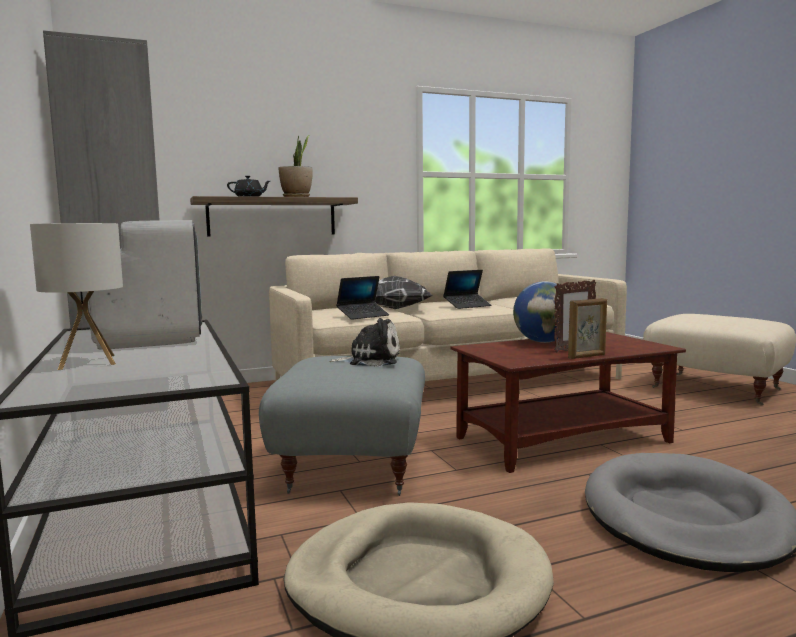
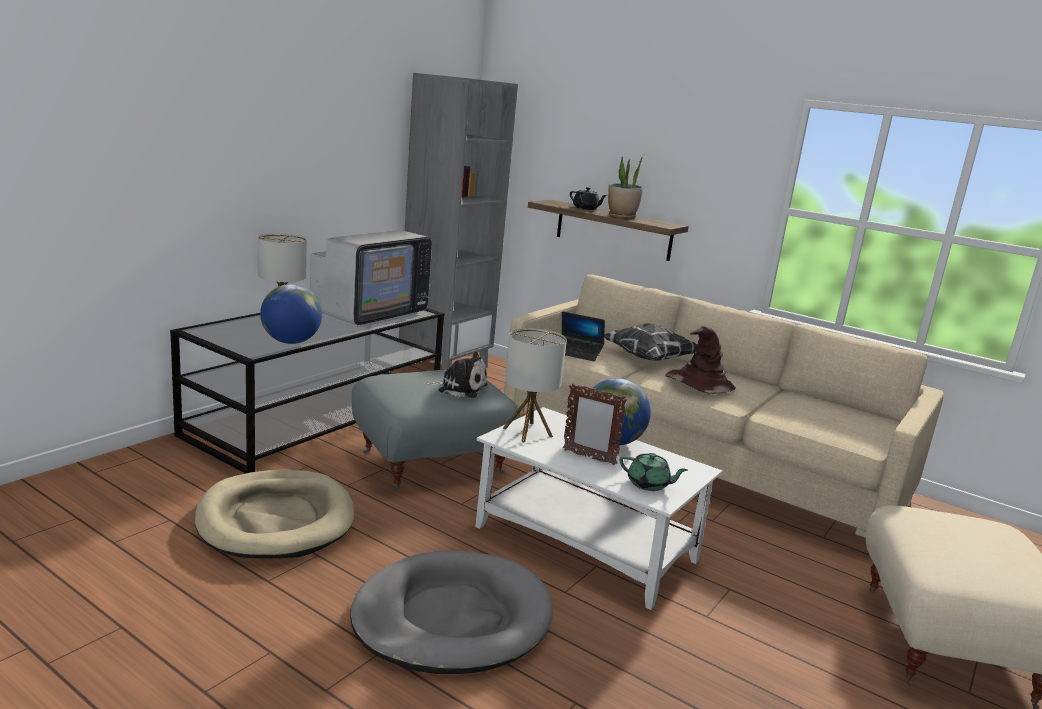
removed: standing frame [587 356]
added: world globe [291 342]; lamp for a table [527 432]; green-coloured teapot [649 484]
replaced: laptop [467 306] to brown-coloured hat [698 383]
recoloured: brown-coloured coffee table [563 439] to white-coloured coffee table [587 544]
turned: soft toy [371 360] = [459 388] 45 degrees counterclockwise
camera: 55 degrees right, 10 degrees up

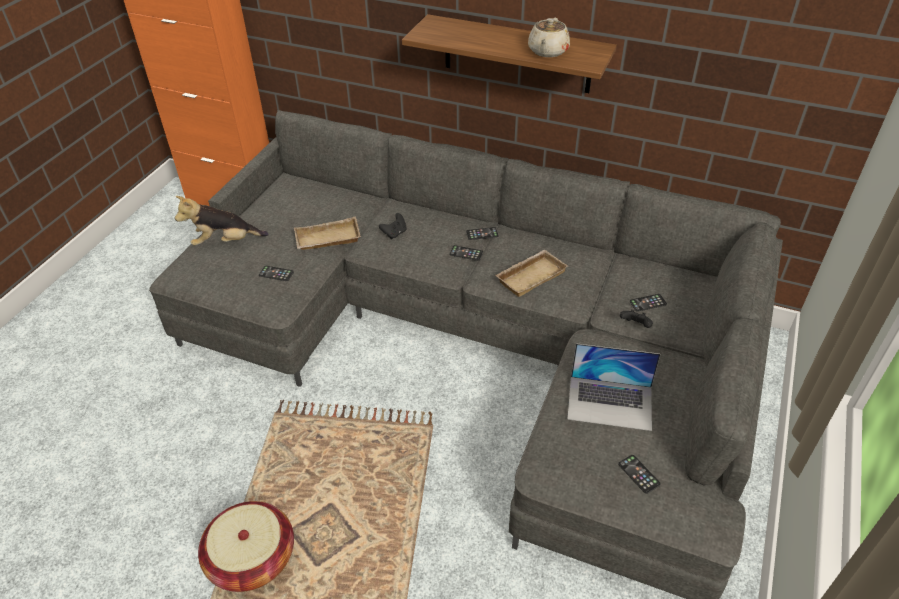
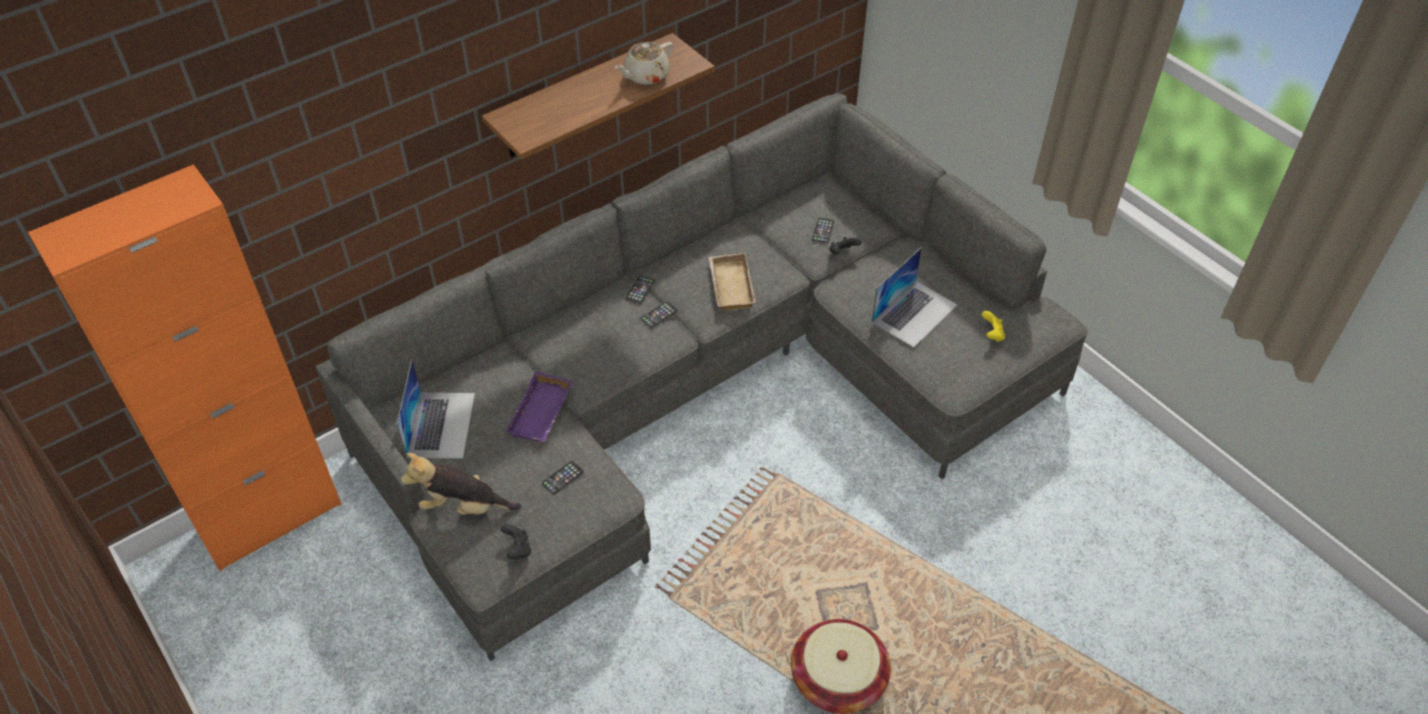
added: laptop [441 424]
moved: blackish gamepad [394 233] to [518 549]
replaced: telephone [639 474] to yellowish gamepad [992 334]
recoloured: beige-coloured tray [327 240] to purple tray [542 414]
turned: beige-coloured teapot [547 51] = [645 76] 90 degrees clockwise; soft toy [225 242] = [464 506] 75 degrees clockwise
camera: 60 degrees left, 5 degrees up

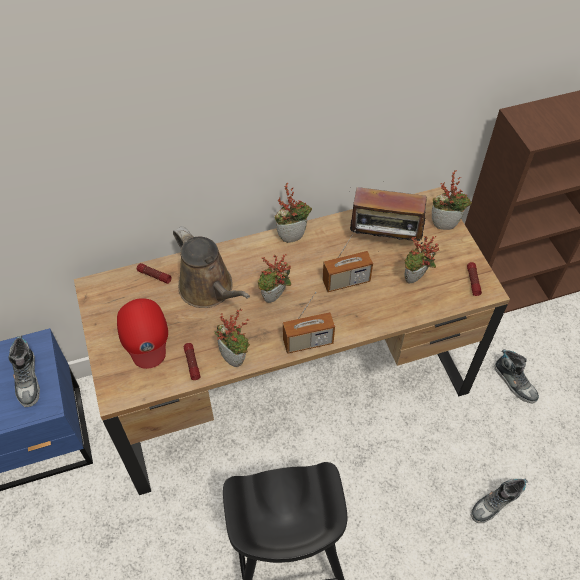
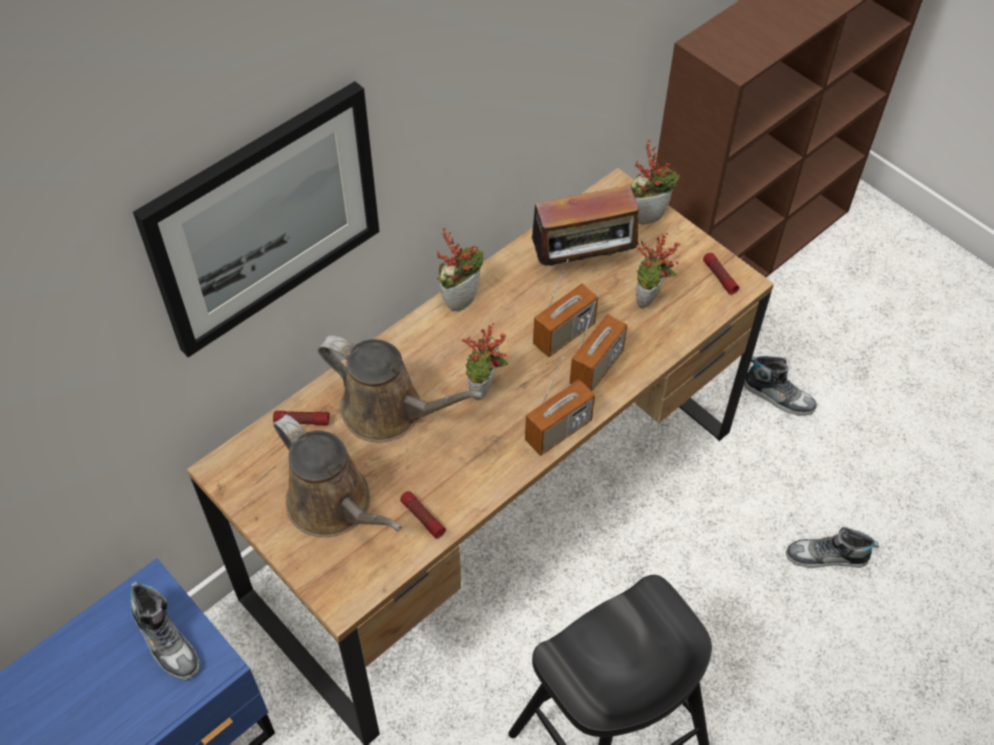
removed: houseplant [235 358]
added: wall picture [265 219]; radio [596 368]
replaced: reddish baseball cap [144 335] to brown-coloured watering pot [334 506]
turned: item of footwear [495 504] = [826 557] 60 degrees clockwise
camera: 25 degrees left, 0 degrees up

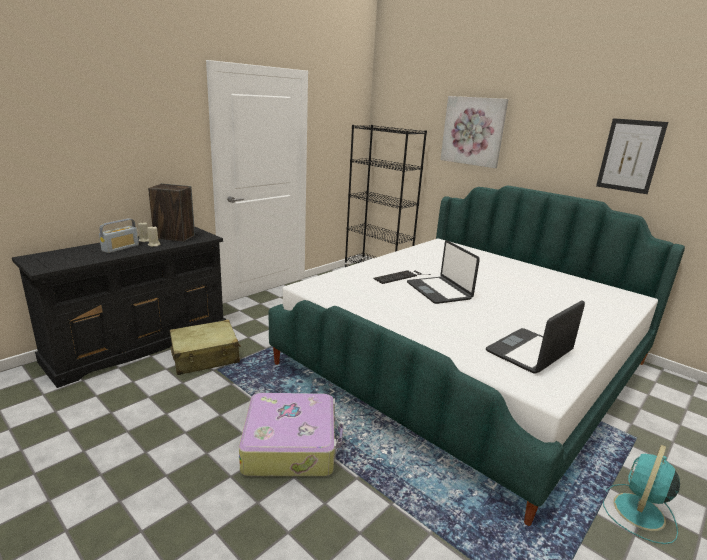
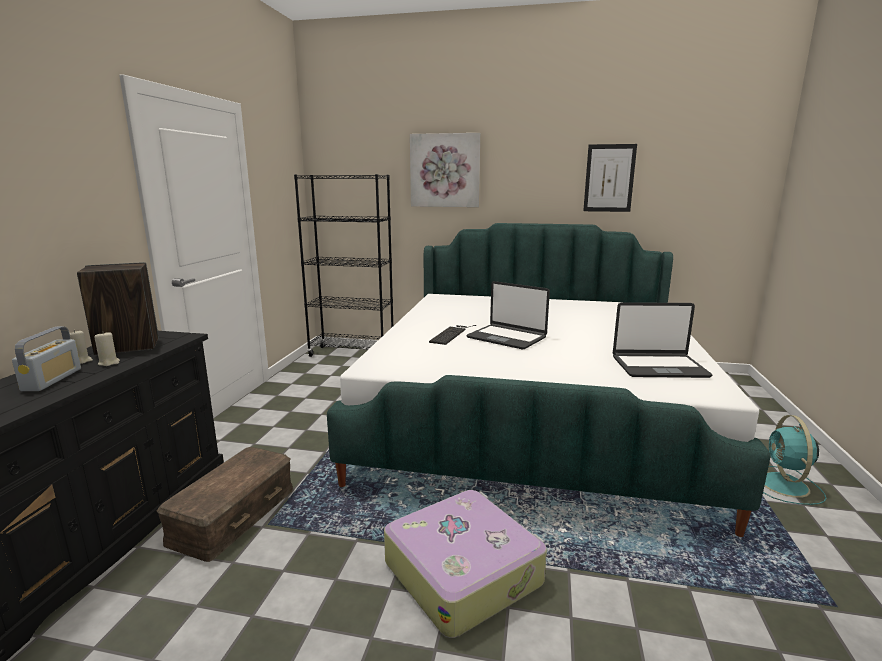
replaced: beige-coloured suitcase [205 357] to brown-coloured storage bin [232 514]
turned: laptop [530 352] = [658 367] 105 degrees counterclockwise
camera: 30 degrees left, 5 degrees down

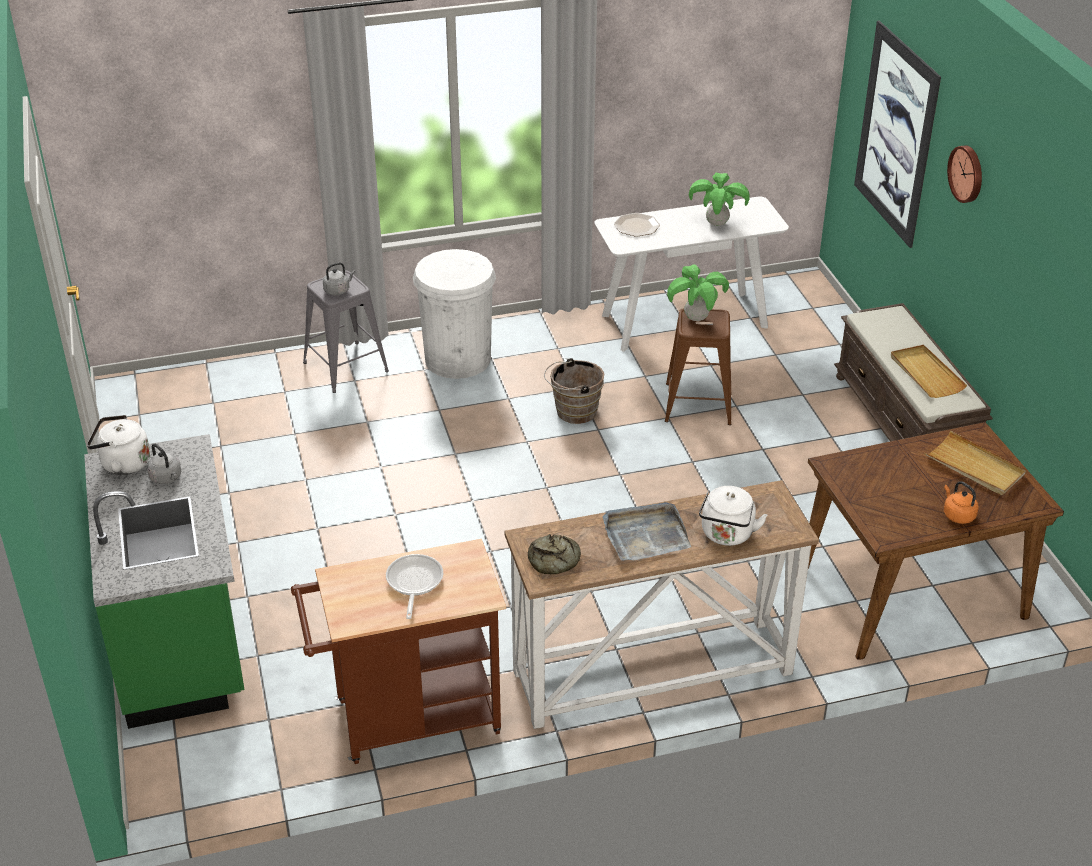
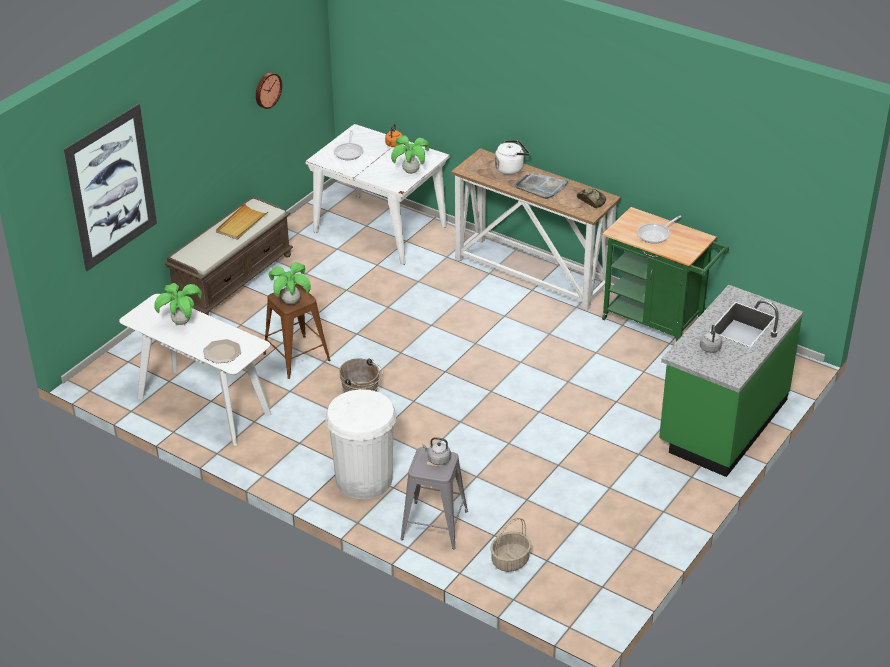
removed: white-coloured tea kettle [122 464]
added: houseplant [411 172]; household basket [510 560]
moved: hanging clock [967 173] to [267 90]
replaced: beige-coloured tray [974 467] to skillet [349 152]
recoloured: brown-coloured dinner table [910 593] to white-coloured dinner table [381 229]; brown-coloured cart [407 721] to green-coloured cart [658 323]
camera: 130 degrees left, 0 degrees up

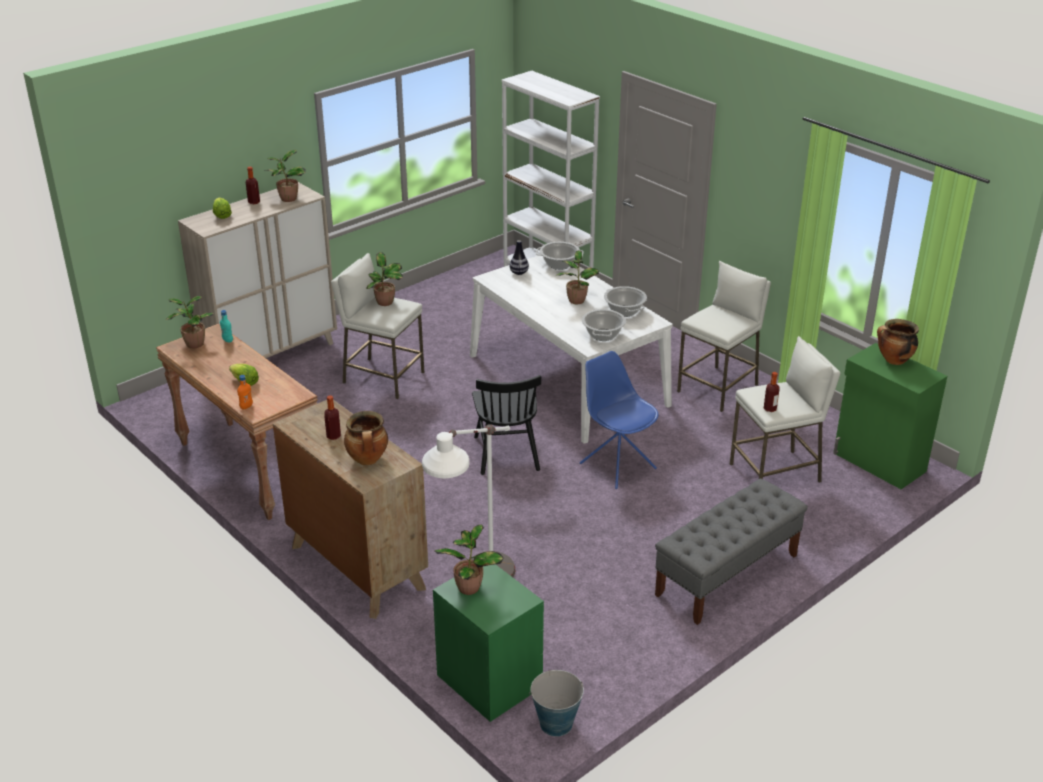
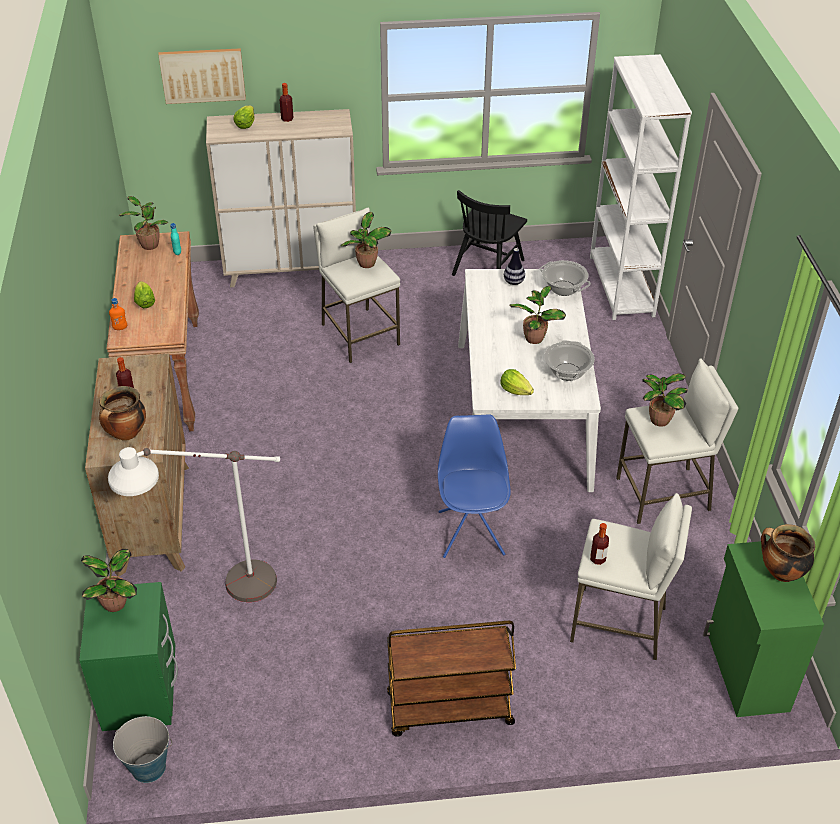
added: wall picture [202 75]
moved: houseplant [287 199] to [658 420]; blackish plain chair [506 453] to [488 267]
replaced: saucepot [603 335] to lettuce head [515 390]; gray bench [726 575] to brown-coloured cart [449 710]
camera: 35 degrees right, 10 degrees up

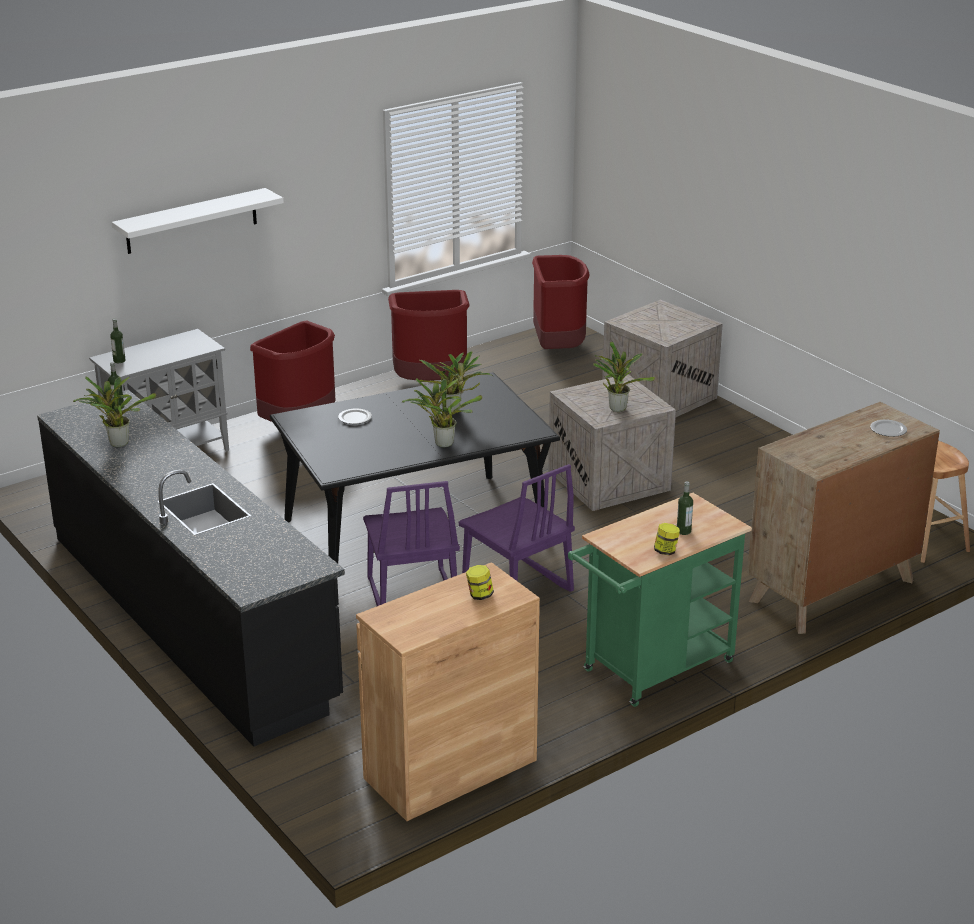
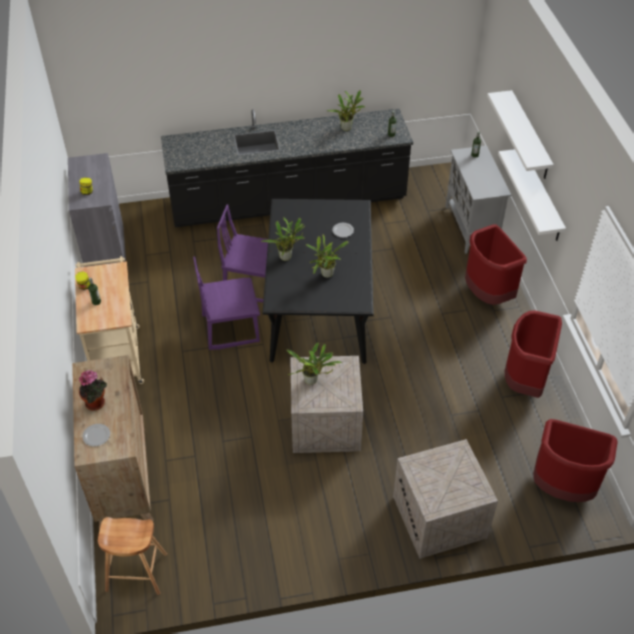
added: white-coloured bracket shelf [541 196]; houseplant [97 403]
recoloured: green-coloured cart [651 670] to beige-coloured cart [117 353]; brown-coloured cabinet [450 769] to gray cabinet [106 253]
camera: 115 degrees right, 20 degrees up

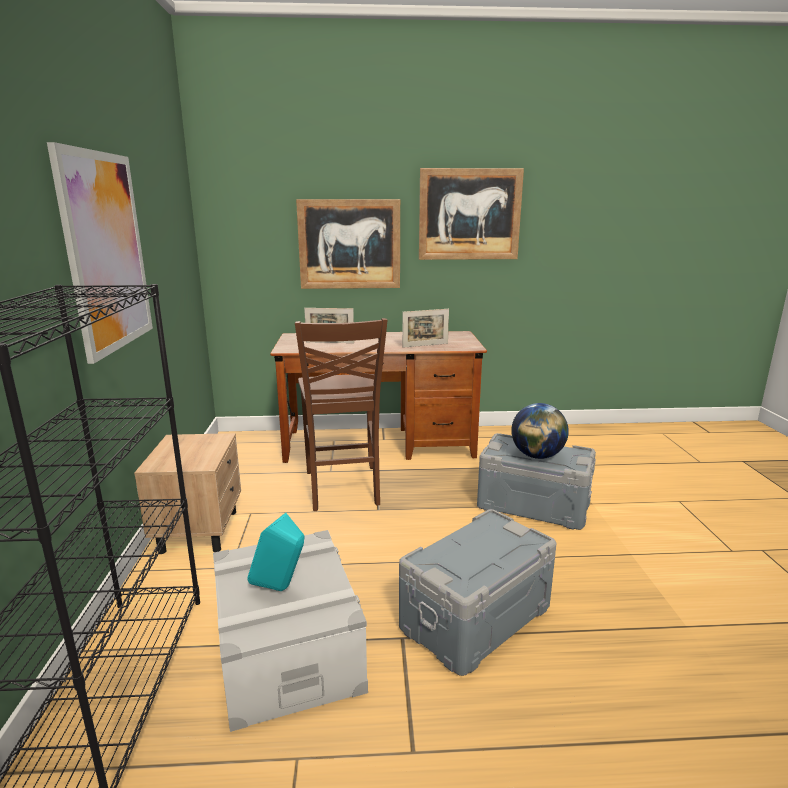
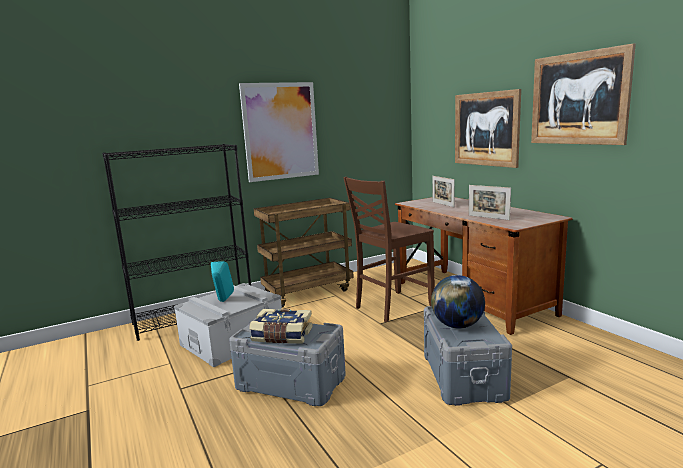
added: book [282 336]
replaced: beige-coloured night table [200 530] to brown-coloured cart [308 291]
camera: 65 degrees right, 5 degrees down

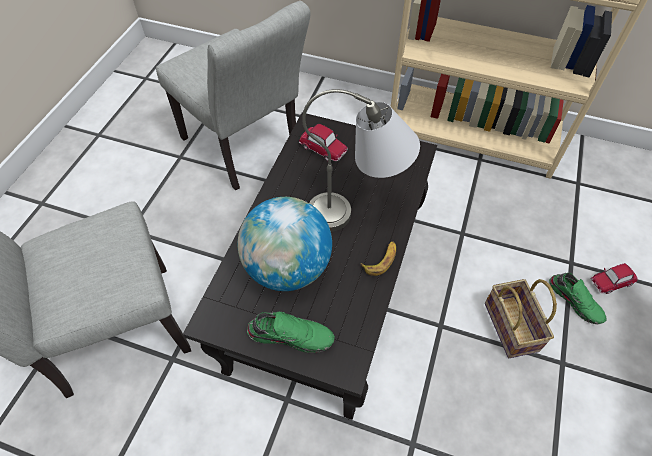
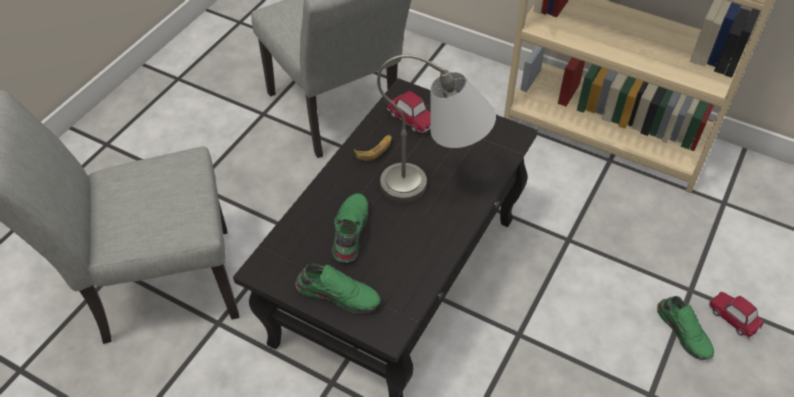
removed: household basket [513 328]
moved: banana fruit [381 260] to [374 150]
replaced: world globe [288 268] to green-coloured item of footwear [349 231]
turned: miniature car [611 281] = [733 317] 60 degrees clockwise
camera: 10 degrees right, 5 degrees down

